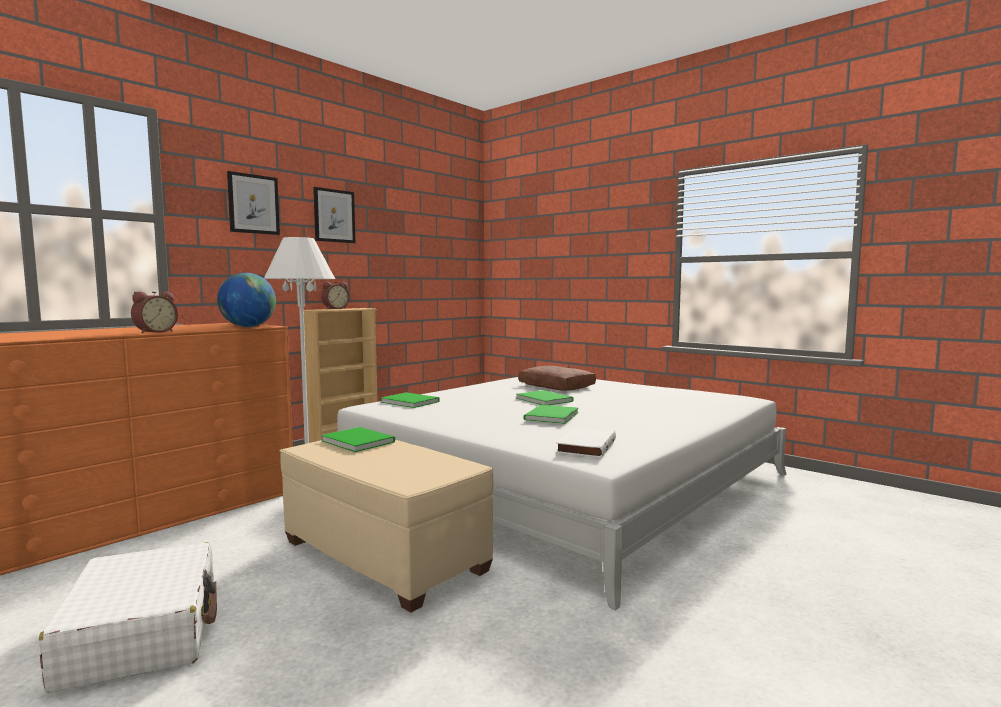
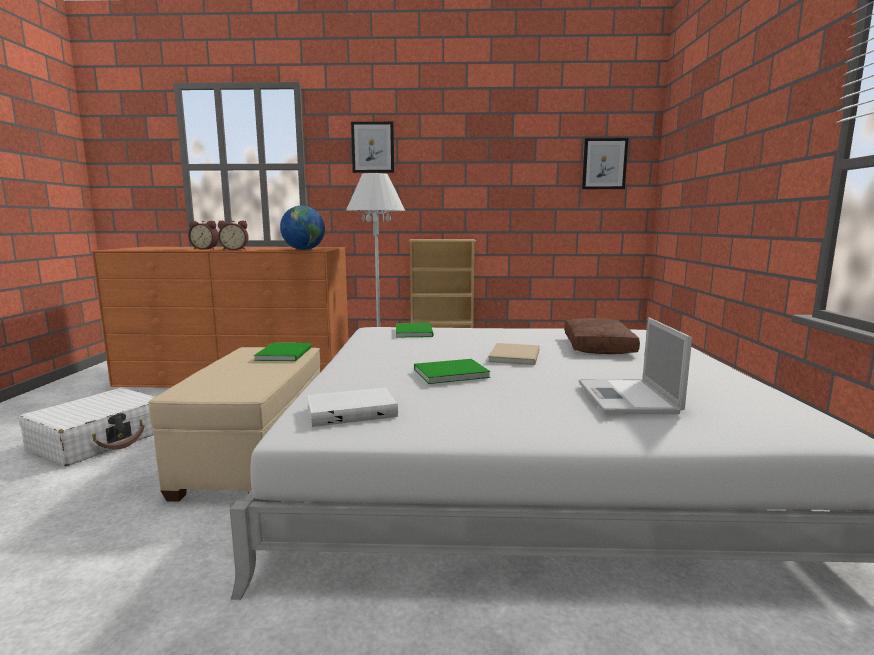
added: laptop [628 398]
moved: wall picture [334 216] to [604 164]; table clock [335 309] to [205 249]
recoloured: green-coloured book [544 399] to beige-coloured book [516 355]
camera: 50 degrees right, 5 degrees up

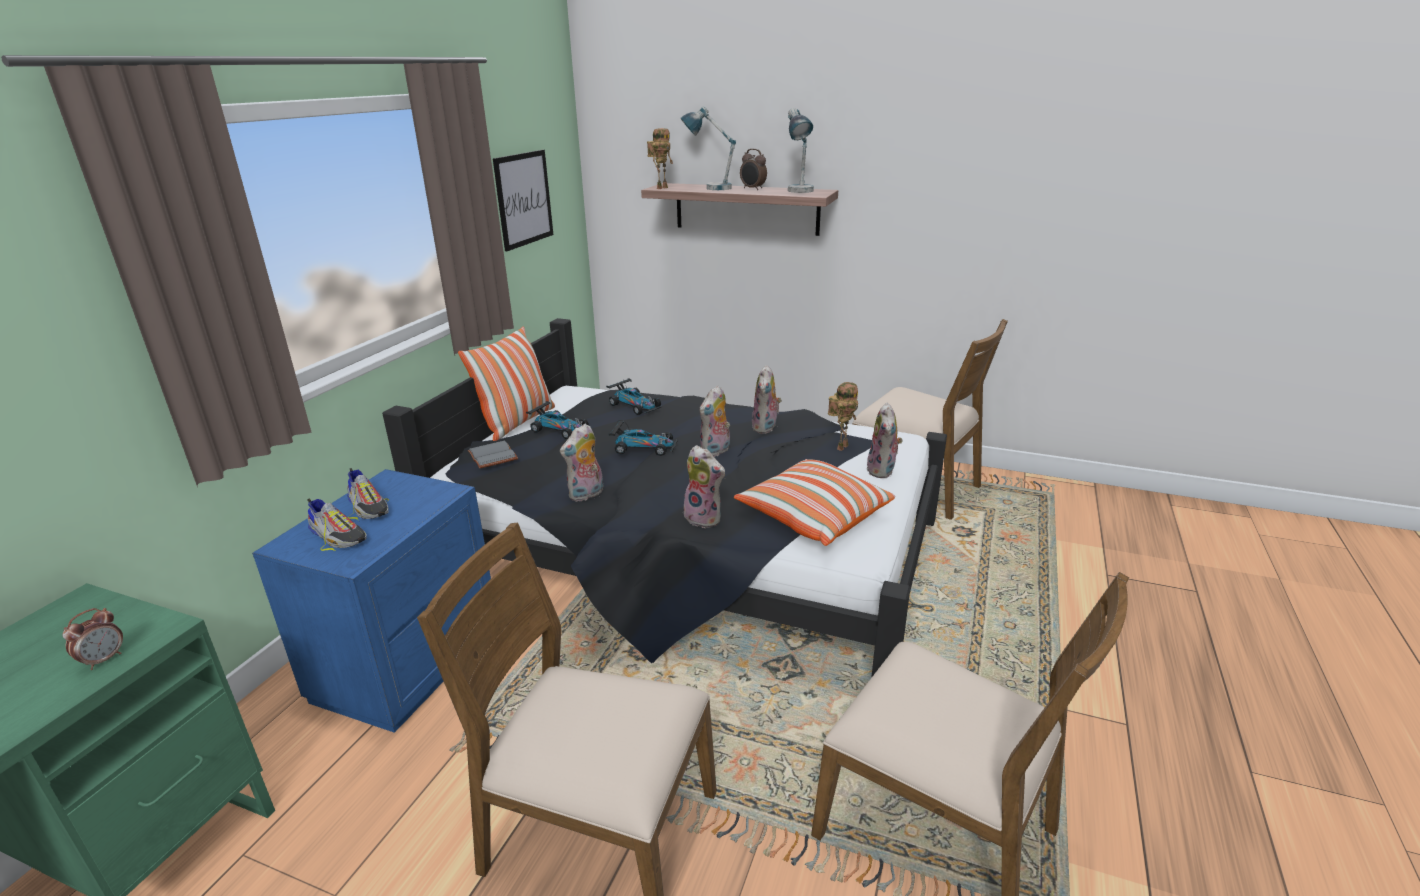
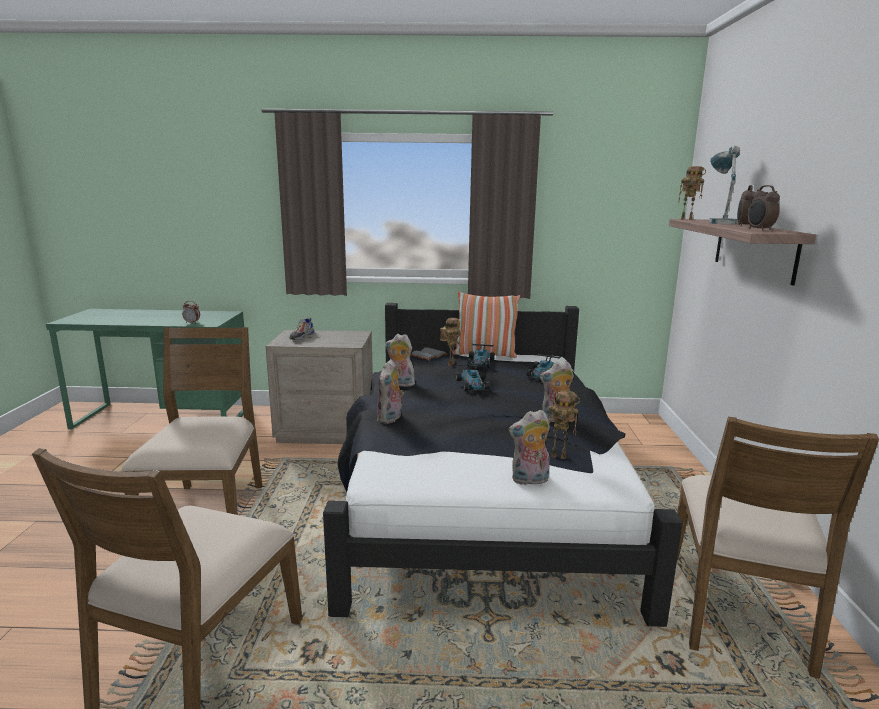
removed: wall picture [524 199]; soft toy [716 451]; pillow [813 517]; item of footwear [368 506]
added: model robot [450 364]
replaced: lamp for a table [799 192] to table clock [759 230]
recoloured: blue-coloured night table [406 663] to beige-coloured night table [326 431]
camera: 70 degrees right, 10 degrees down

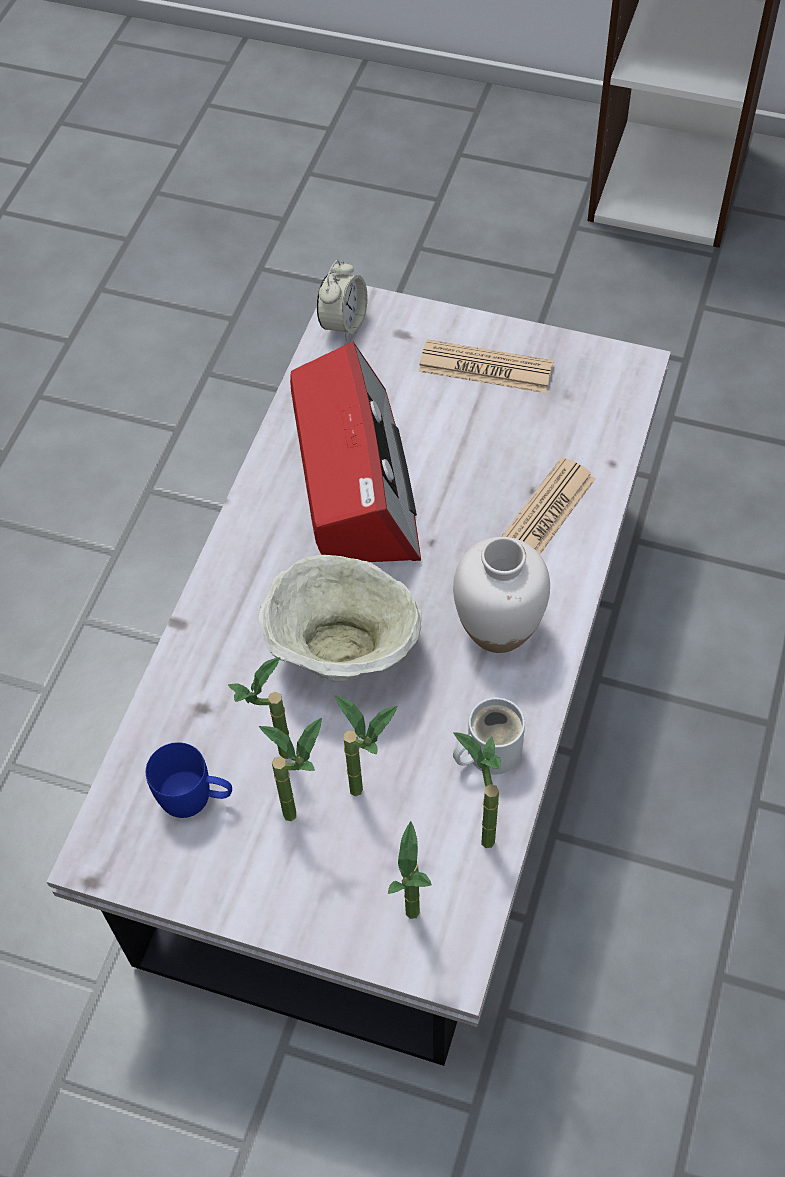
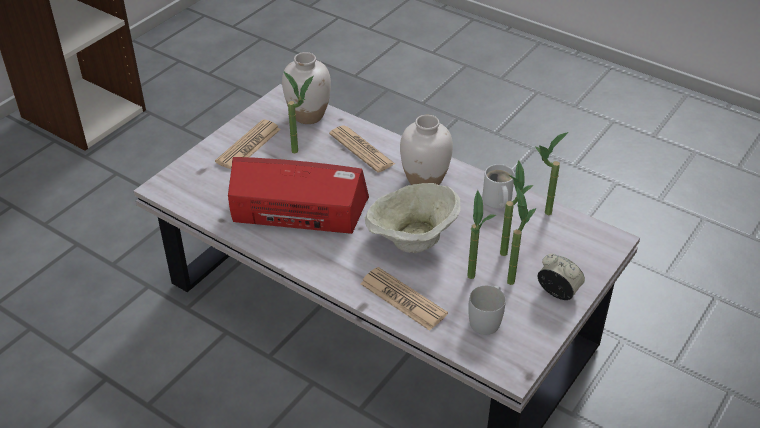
added: white-coloured decorative vase [308 115]; printed paper [403 299]
moved: table clock [343 323] to [558 293]; houseplant [415 926] to [302 152]
recoloured: blue-coloured coffee mug [196 797] to white-coloured coffee mug [487 319]
camera: 75 degrees left, 15 degrees down

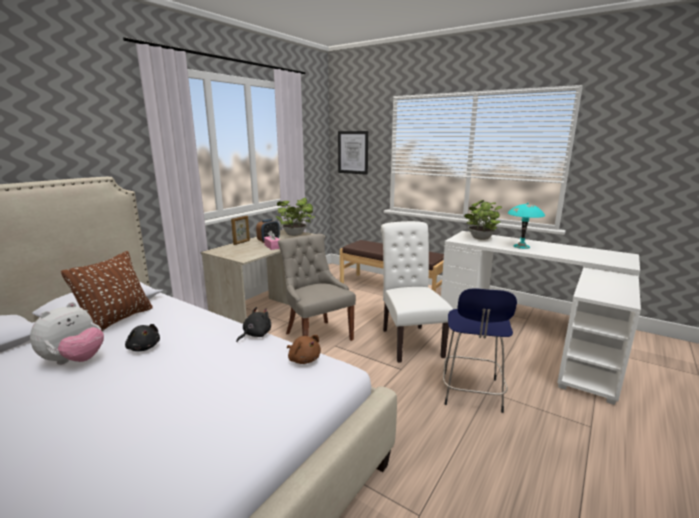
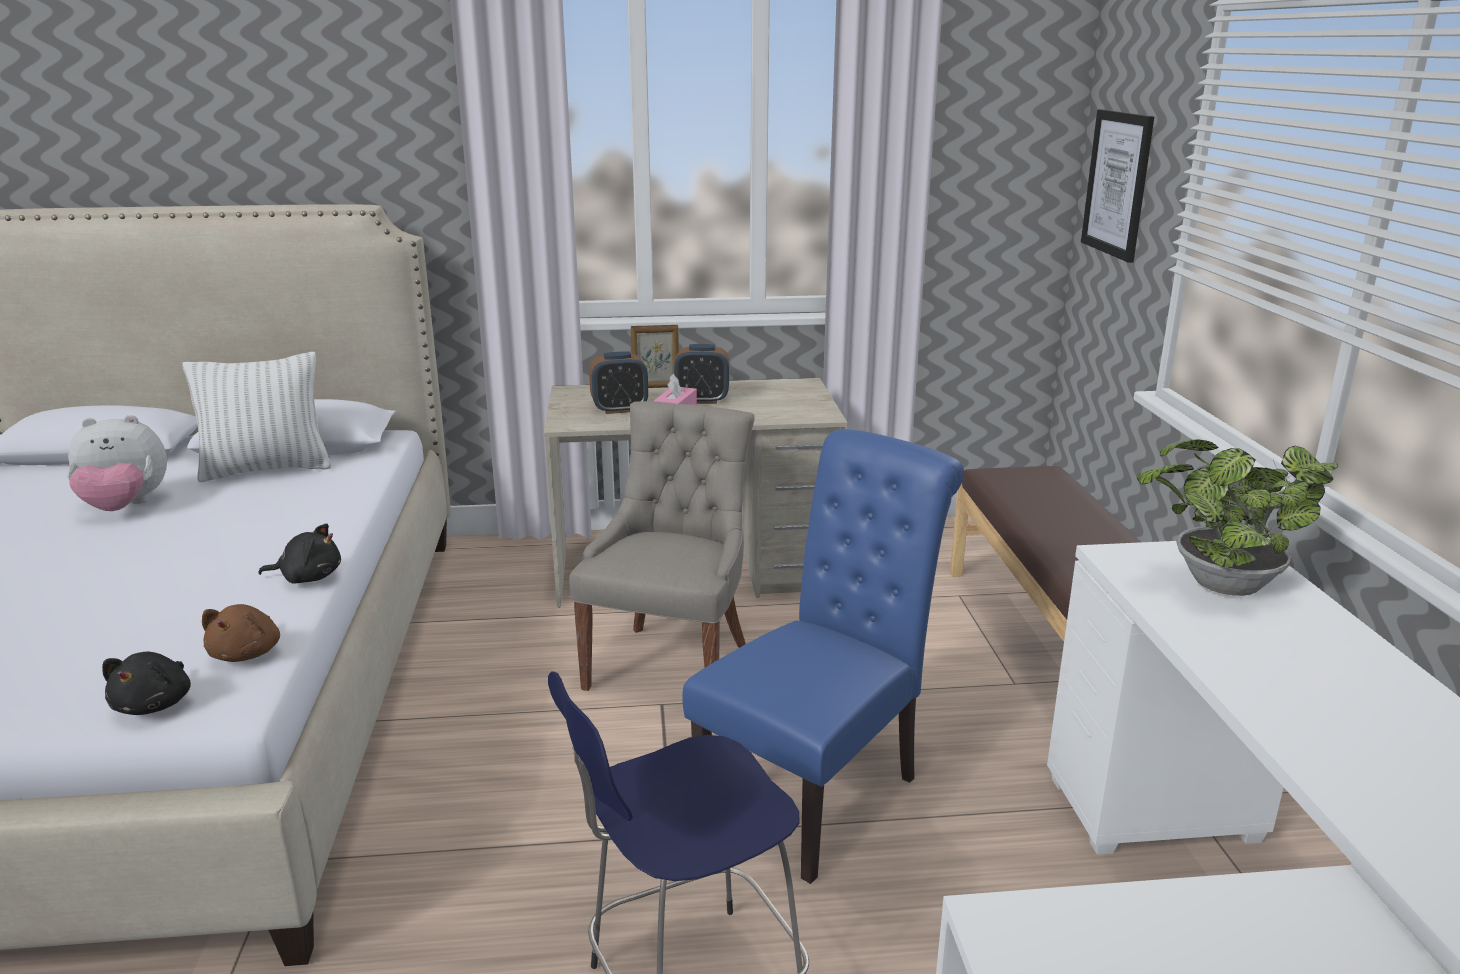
removed: houseplant [296 235]; blue-green lamp for a table [521 246]
added: table clock [620 409]
moved: blackish soft toy [144 347] to [155 704]
recoloured: white-coloured plain chair [409 340] to blue-coloured plain chair [819 791]; brown-coloured pillow [117 320] to white-coloured pillow [267 470]
camera: 50 degrees right, 5 degrees up

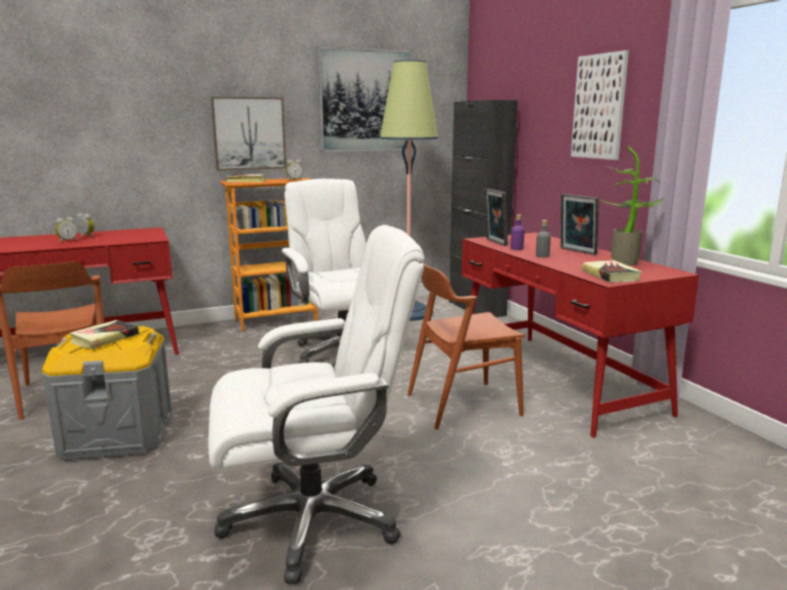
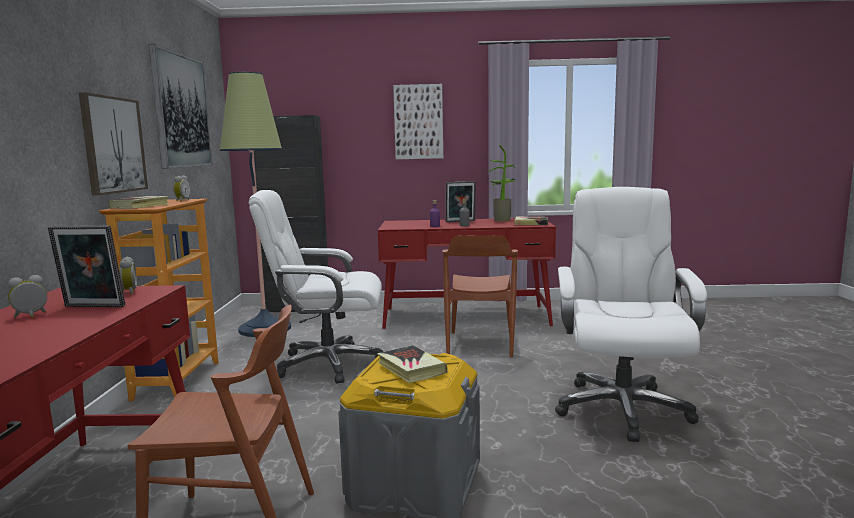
moved: standing frame [494 242] to [92 307]; table clock [67 241] to [128 292]
camera: 65 degrees left, 5 degrees down

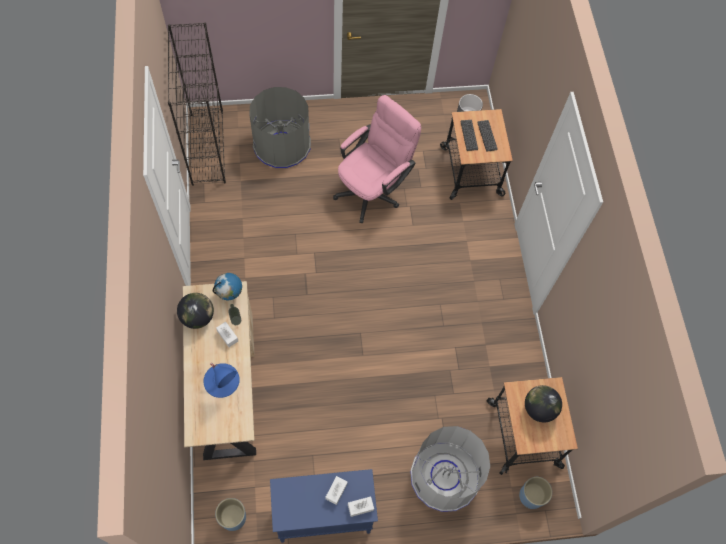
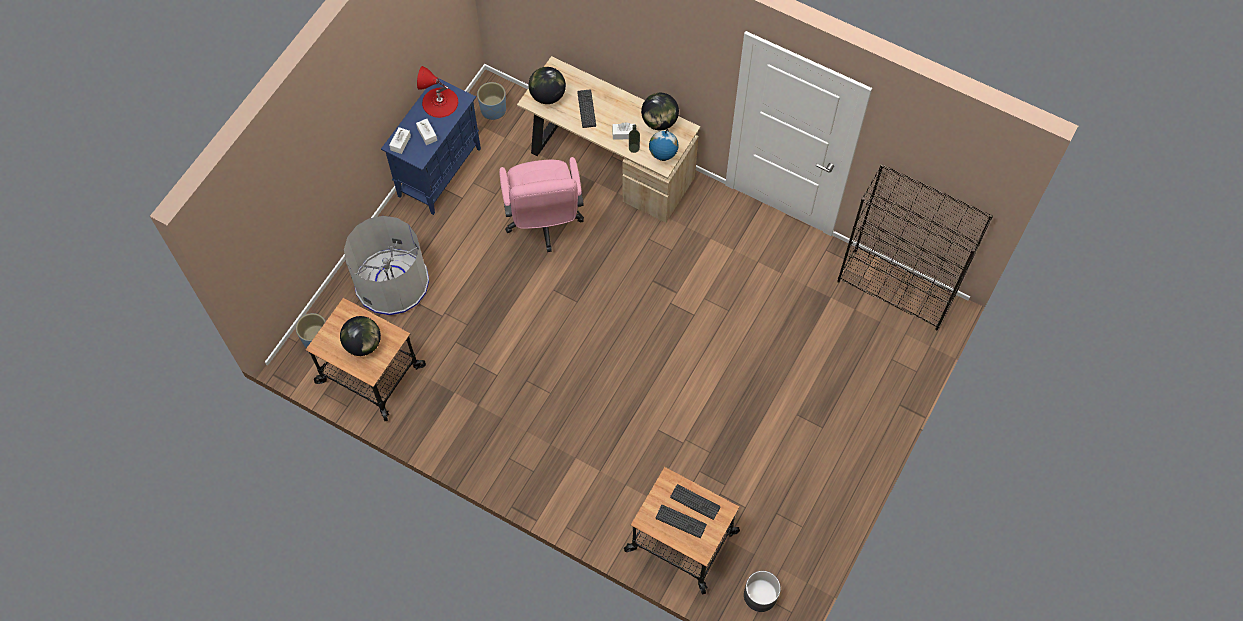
removed: gray trash can [282 145]
added: reddish lamp for a table [440 102]; world globe [547 96]
moved: pink desk chair [373 189] to [544 223]
replaced: blue-coloured lamp for a table [221 380] to keyboard [586 109]
camera: 130 degrees right, 0 degrees up

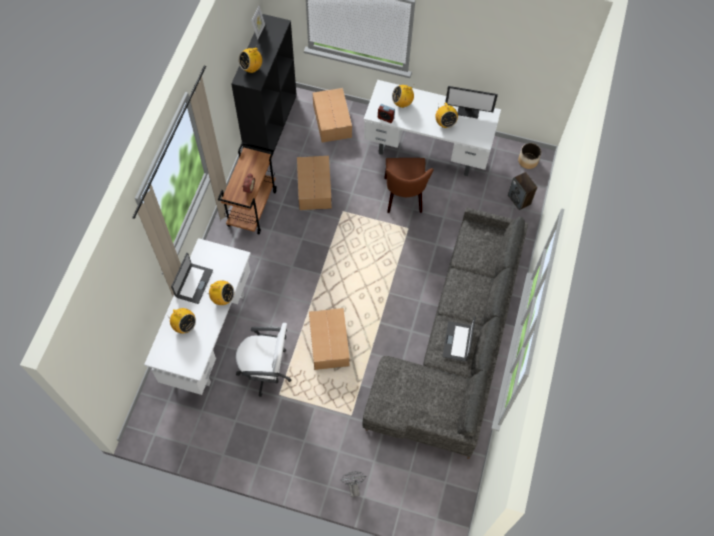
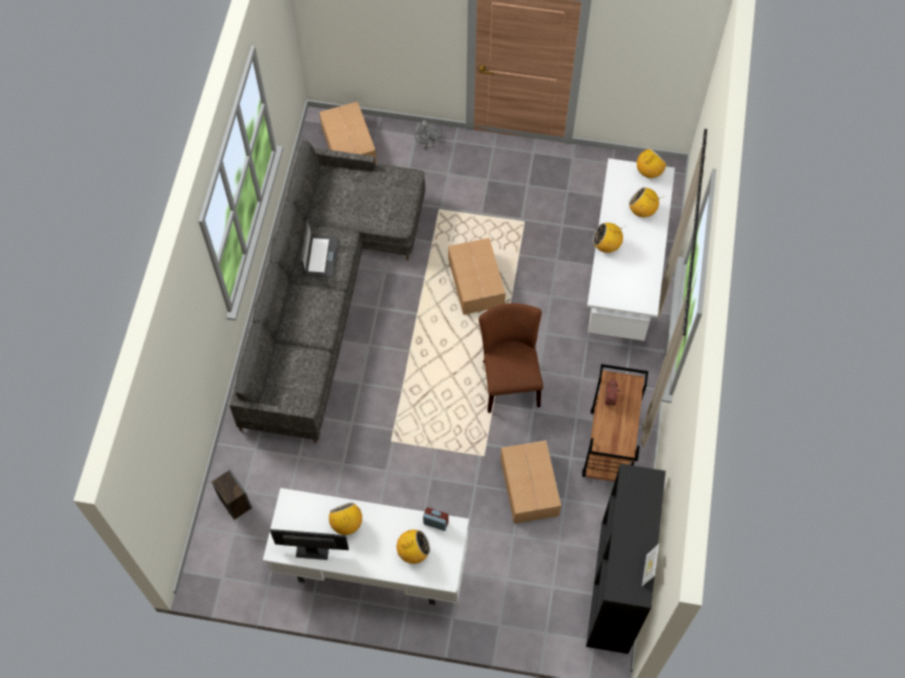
removed: plant pot [528 161]; laptop [193 283]; white-coloured desk chair [266 370]
moved: radio [251 68] to [649 172]; cardboard box [332 121] to [349 145]; brown-coloured plain chair [404 198] to [509 379]
camera: 175 degrees right, 0 degrees up

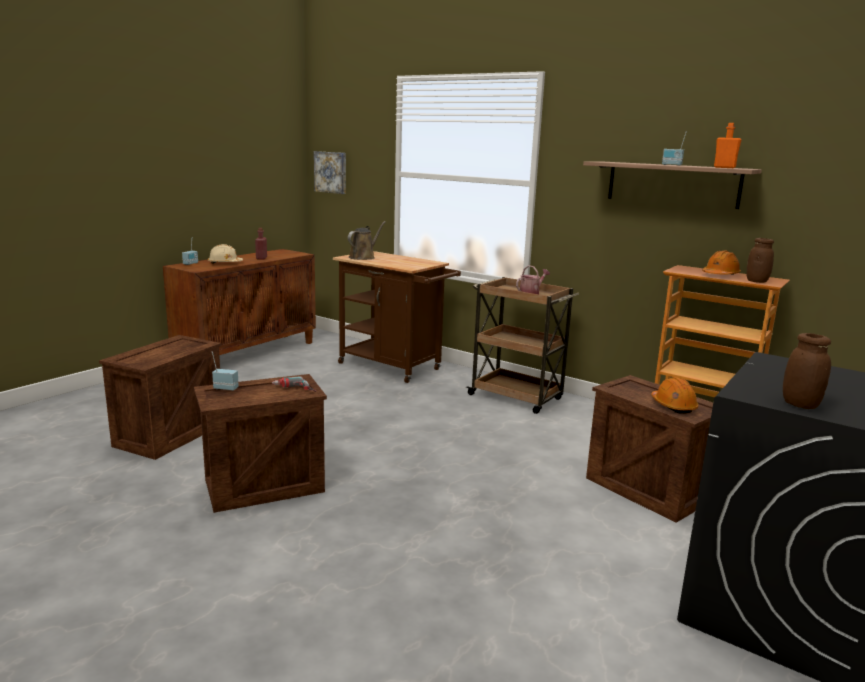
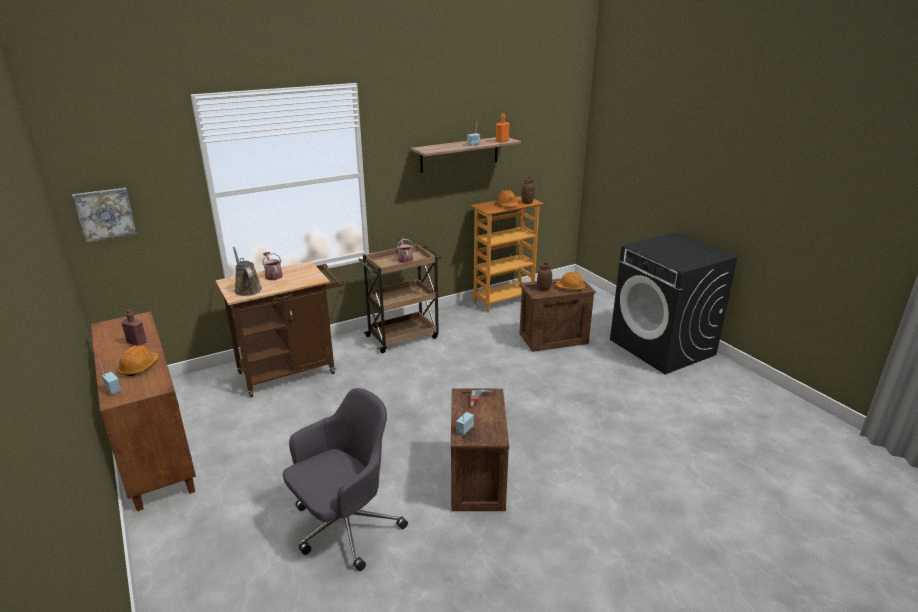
added: watering pot [273 275]
moved: brown-coloured jar [800 404] to [543 289]
replaced: packing crate [170 435] to gray desk chair [345 527]
recoloured: beige-coloured hard hat [225 263] to orange-coloured hard hat [139 367]
camera: 65 degrees left, 10 degrees up

